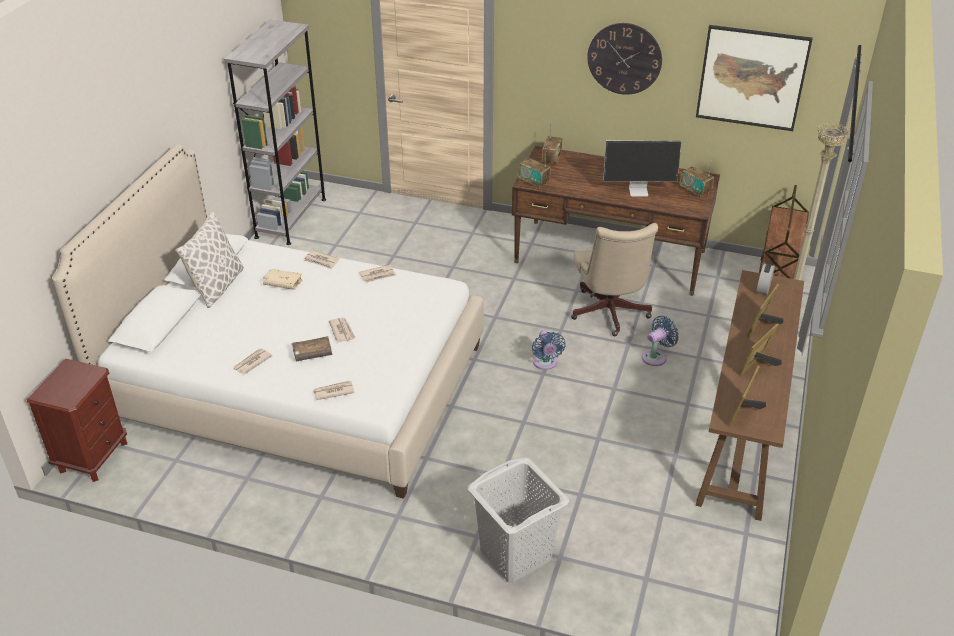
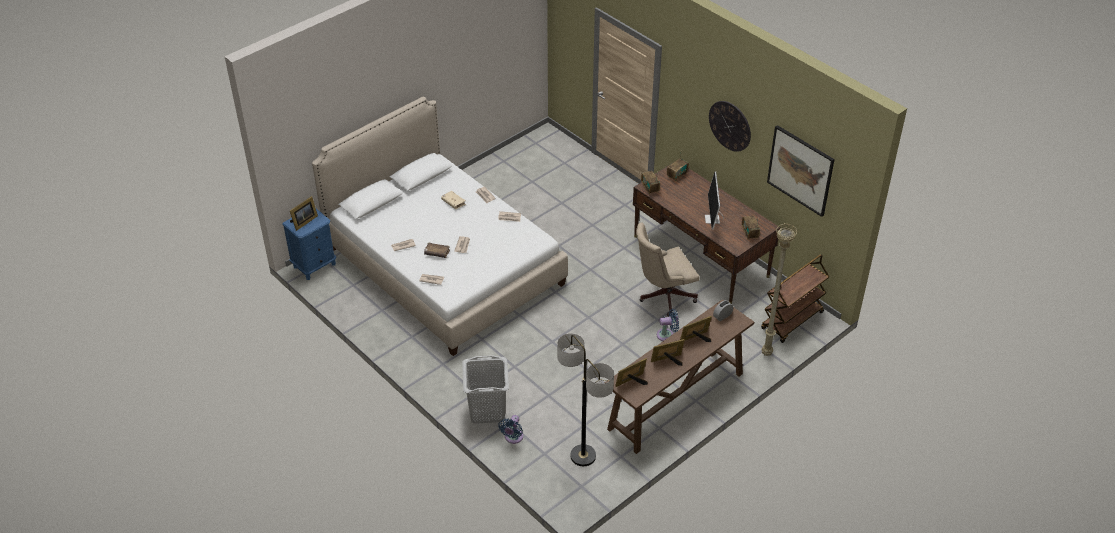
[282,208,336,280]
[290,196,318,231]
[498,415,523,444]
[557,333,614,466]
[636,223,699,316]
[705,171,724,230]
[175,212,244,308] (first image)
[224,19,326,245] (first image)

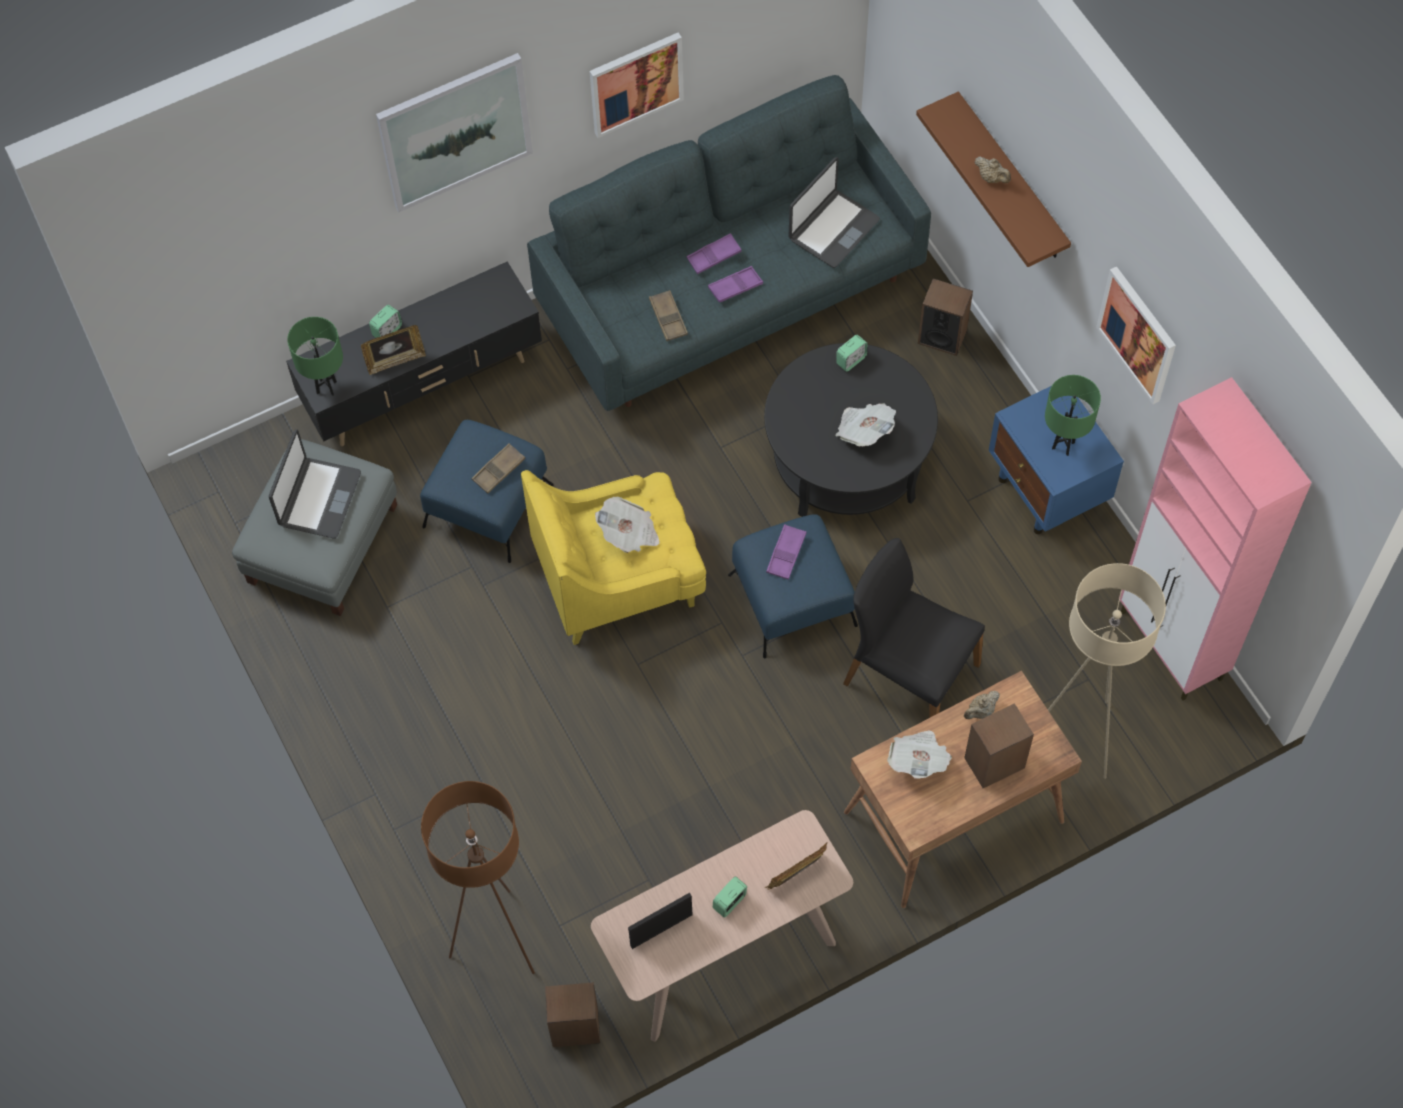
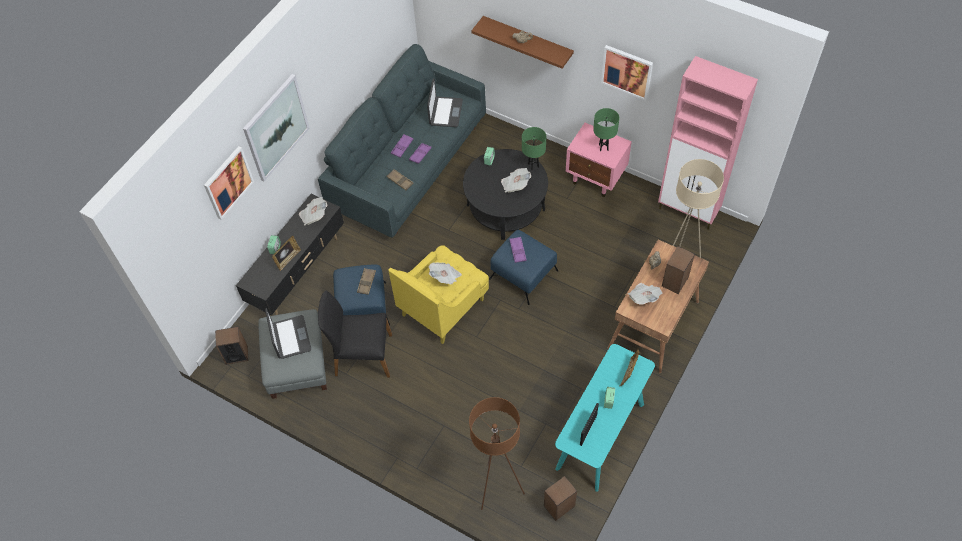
[204,146,254,220]
[215,327,249,365]
[299,197,327,225]
[318,291,392,378]
[522,127,547,170]
[555,344,655,492]
[566,123,632,197]

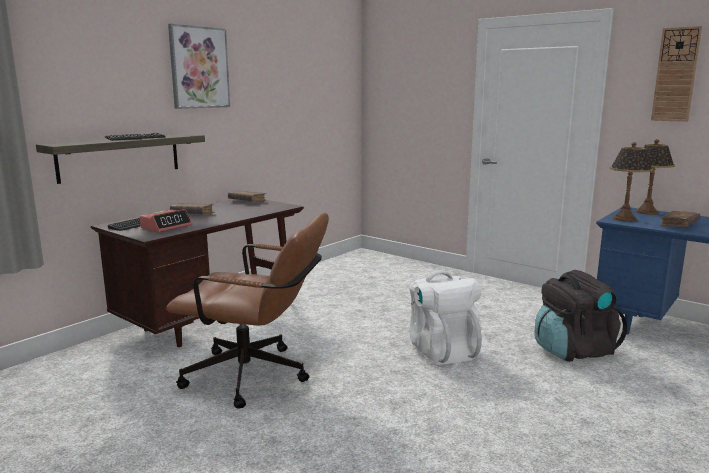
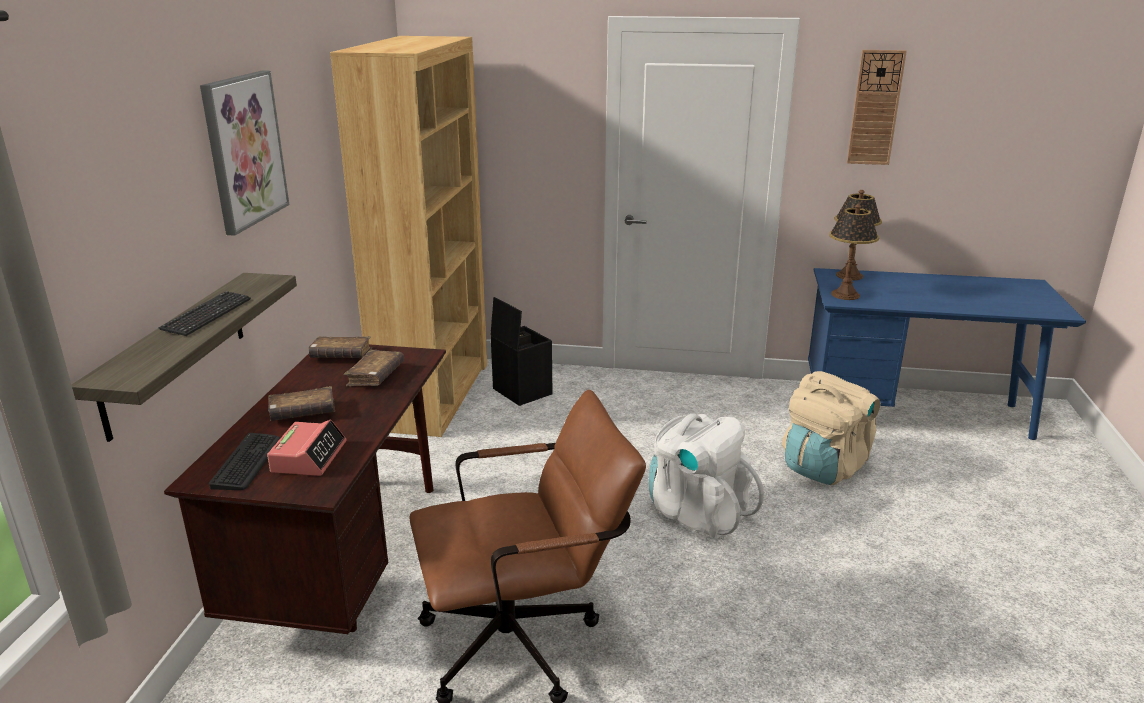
[330,36,487,437]
[344,350,404,386]
[491,297,552,406]
[782,371,880,485]

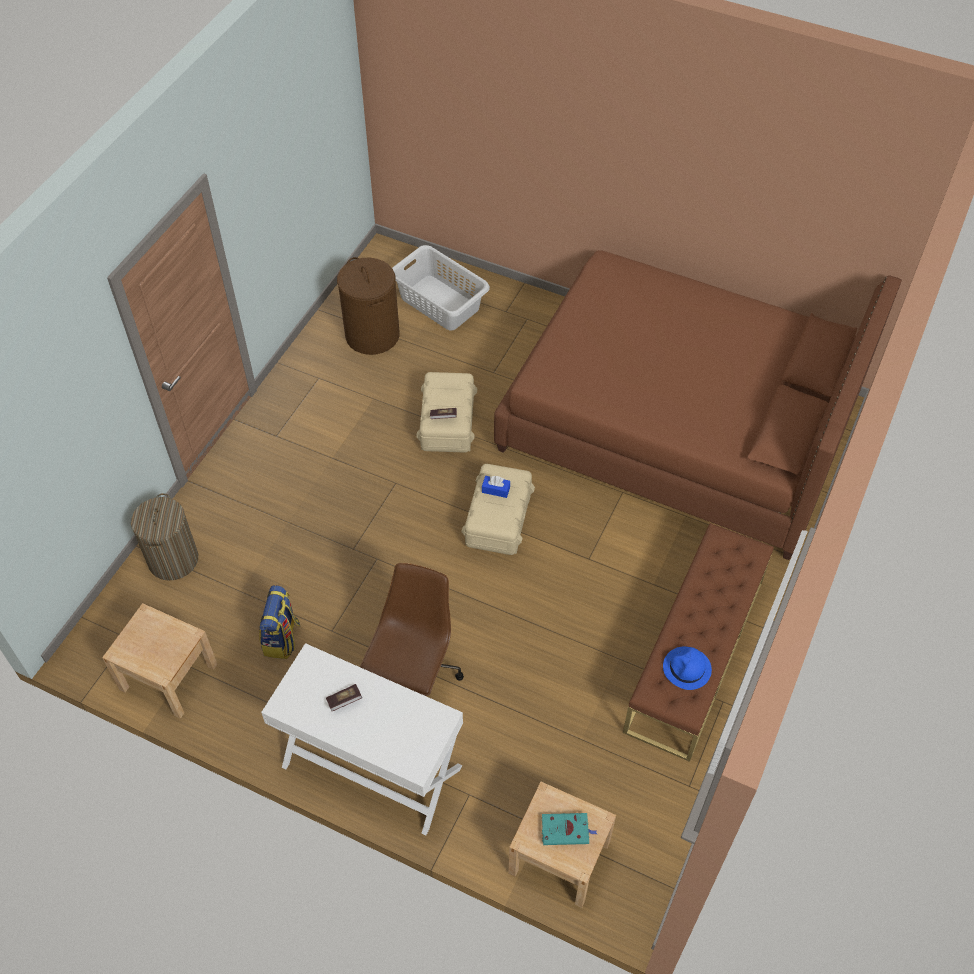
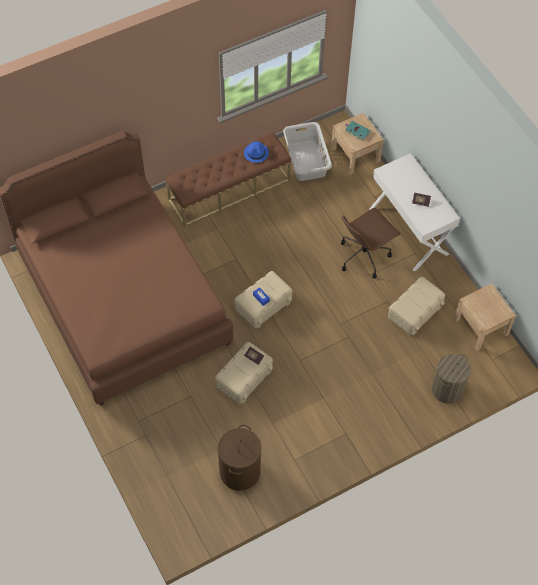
[283,122,332,181]
[388,277,445,336]

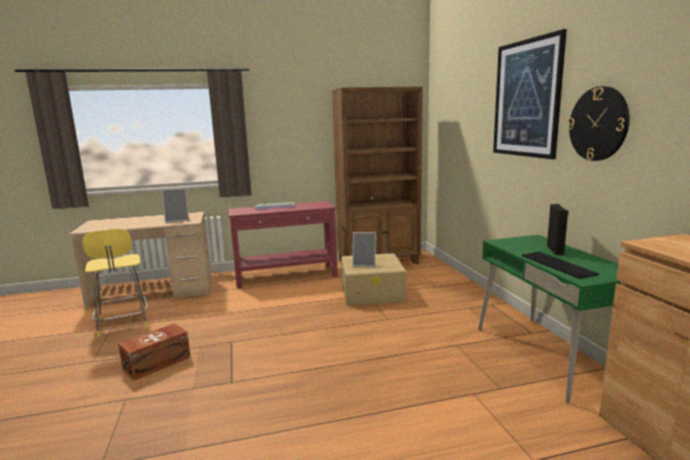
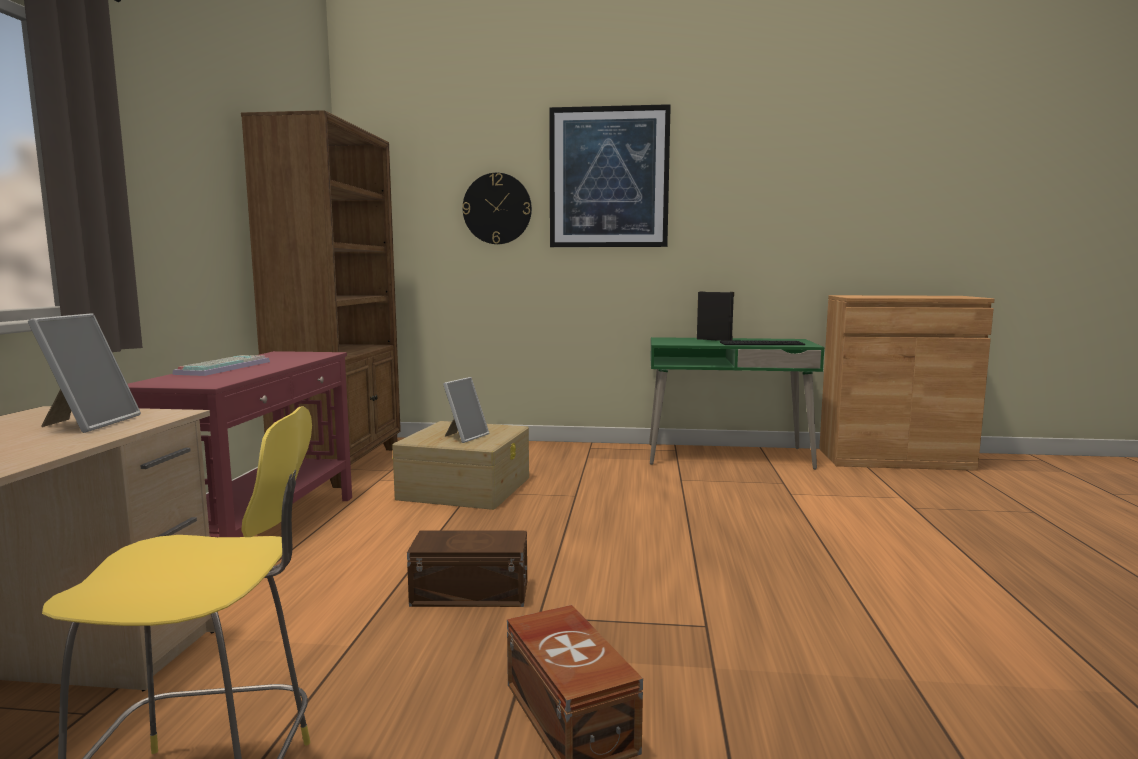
[407,530,527,607]
[463,173,532,244]

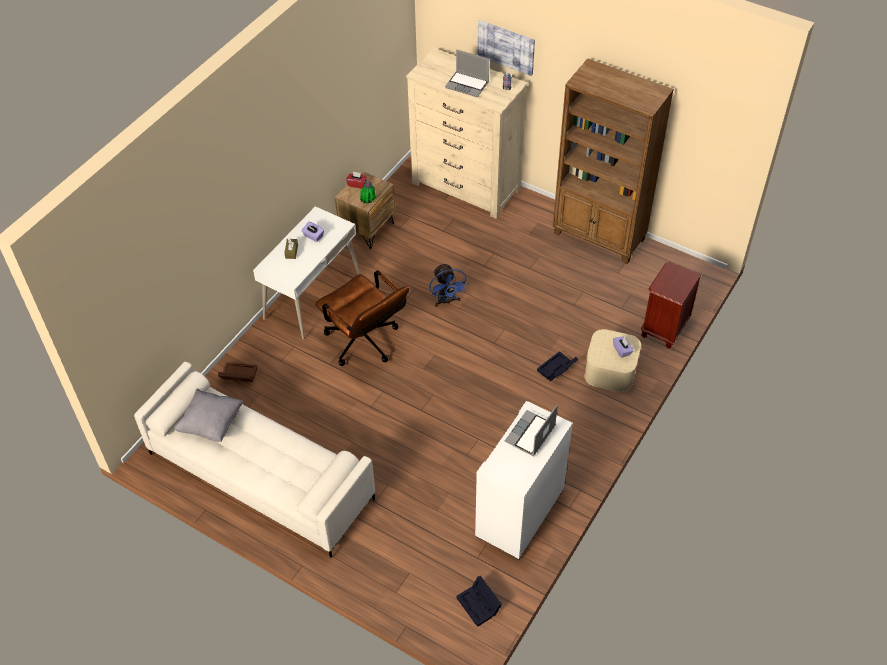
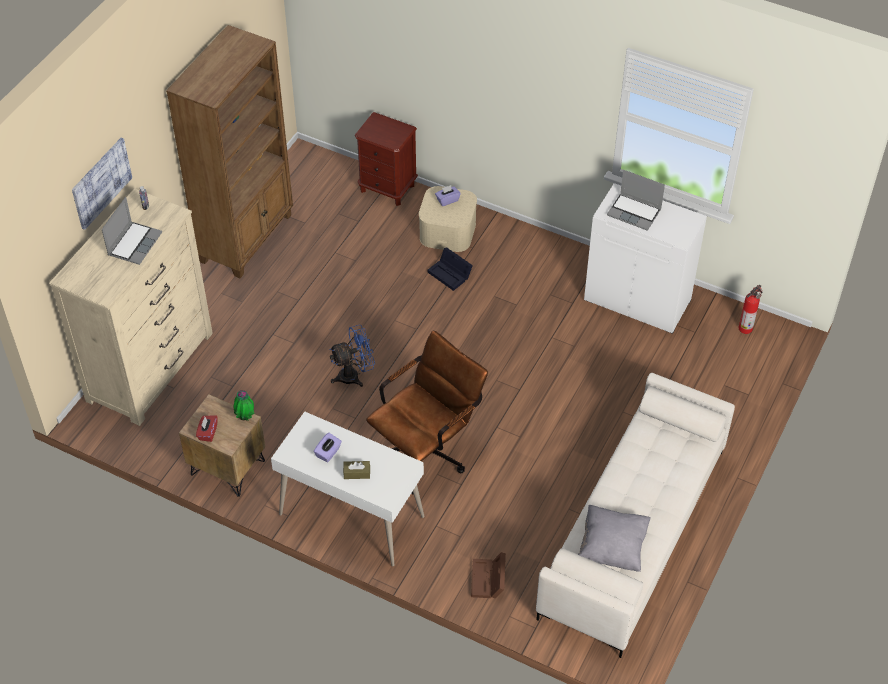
[739,285,762,334]

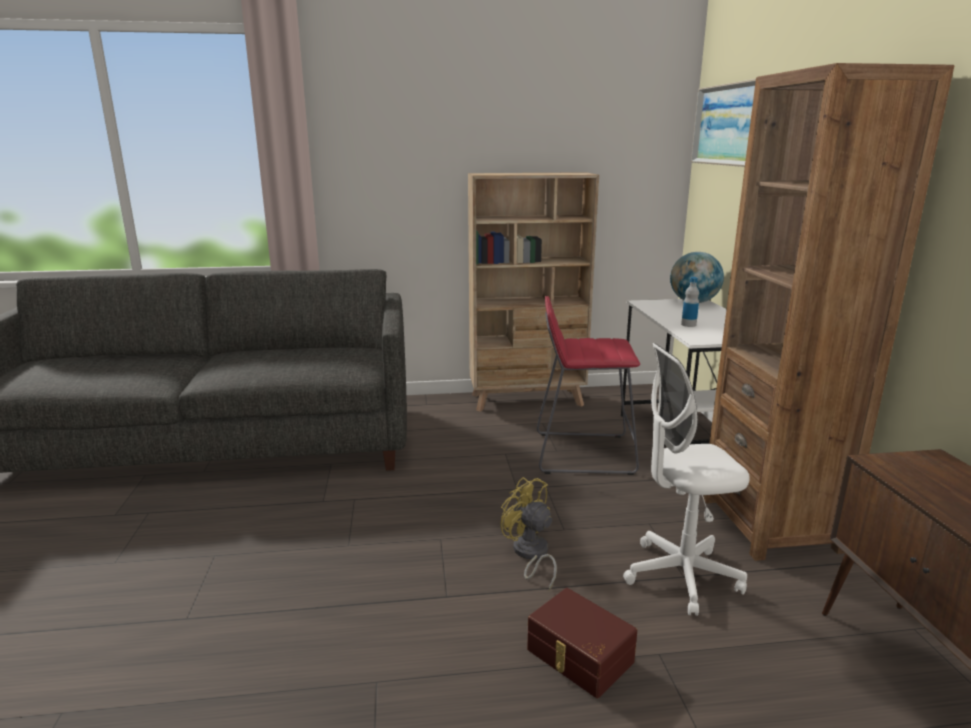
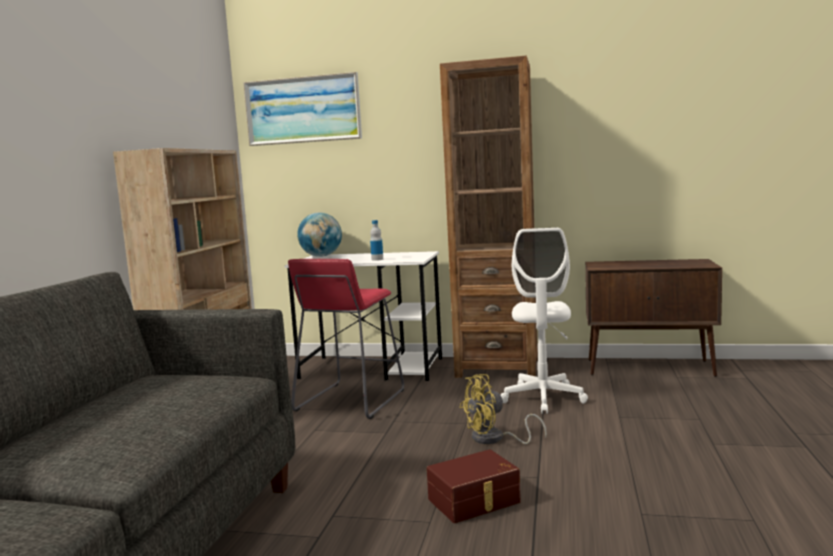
[427,449,521,523]

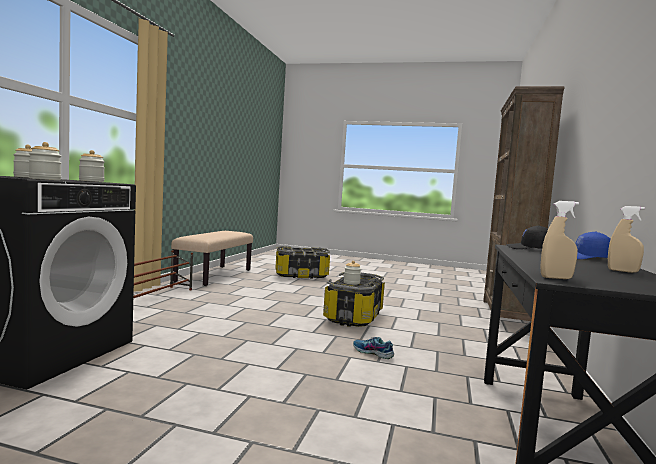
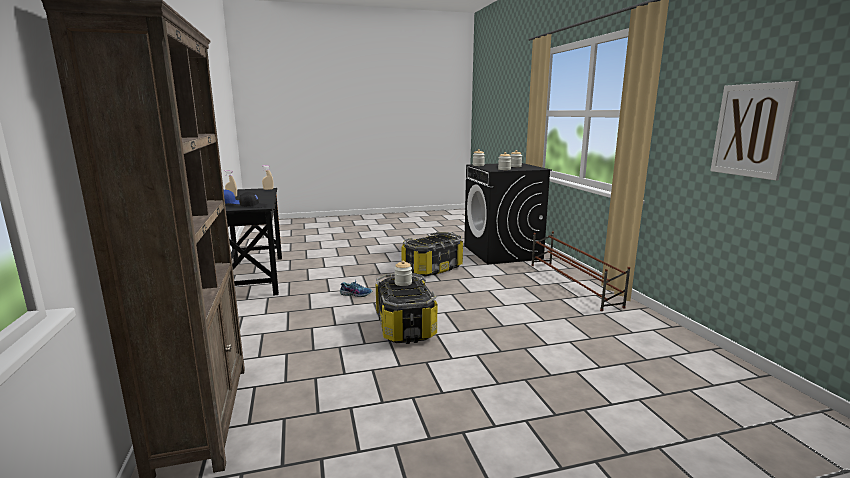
[401,232,463,277]
[710,81,799,180]
[171,231,253,286] (first image)

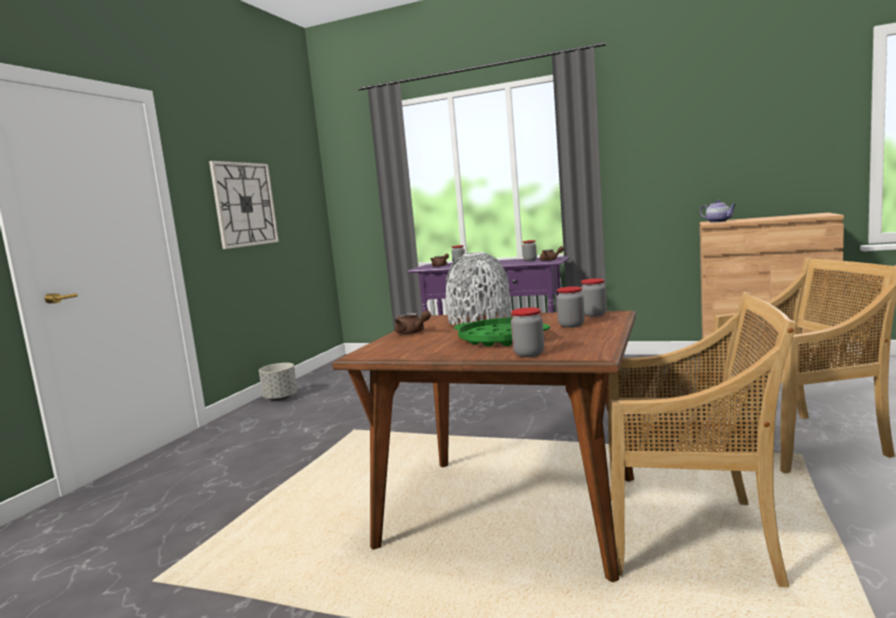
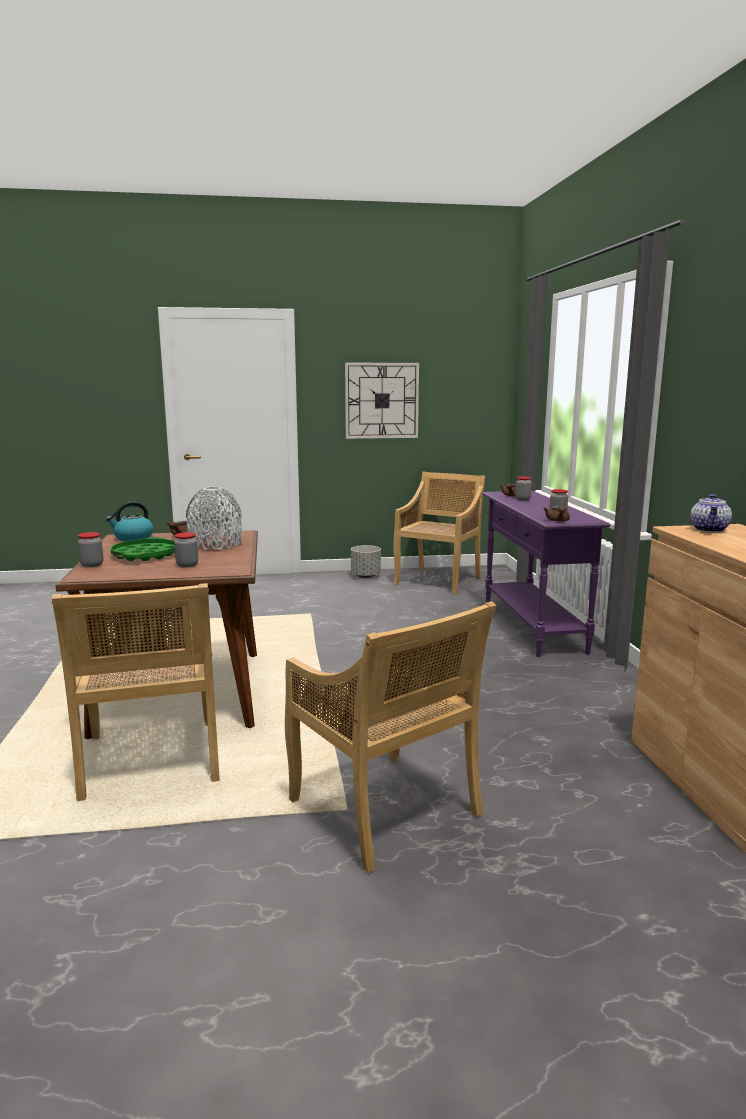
[106,501,154,541]
[393,472,485,594]
[581,278,607,317] (first image)

